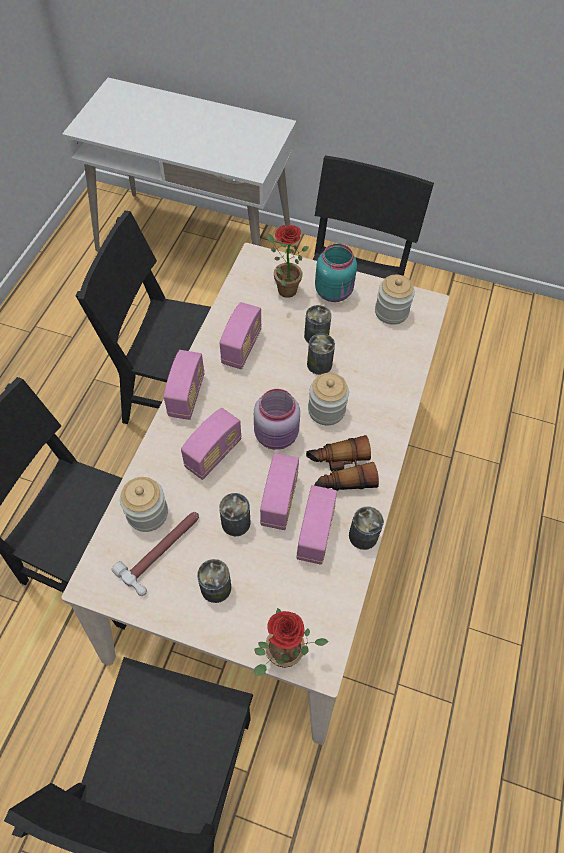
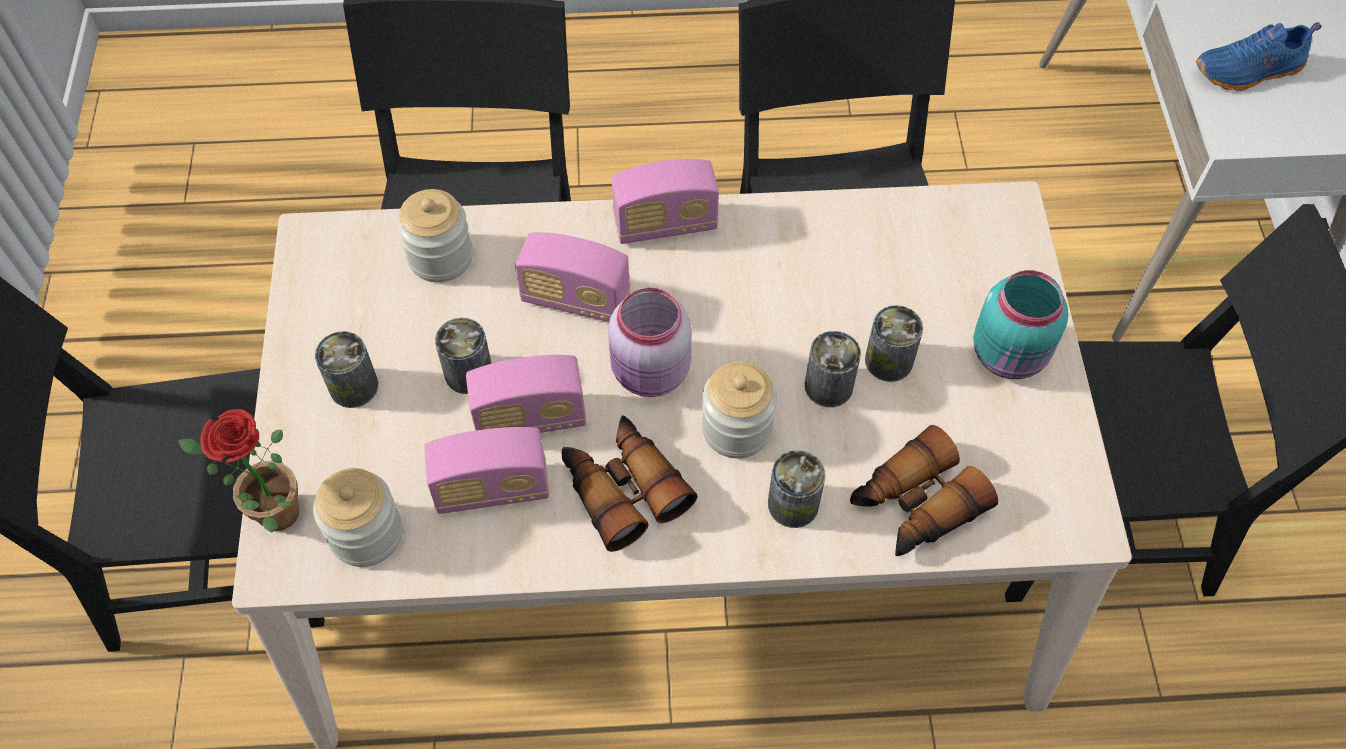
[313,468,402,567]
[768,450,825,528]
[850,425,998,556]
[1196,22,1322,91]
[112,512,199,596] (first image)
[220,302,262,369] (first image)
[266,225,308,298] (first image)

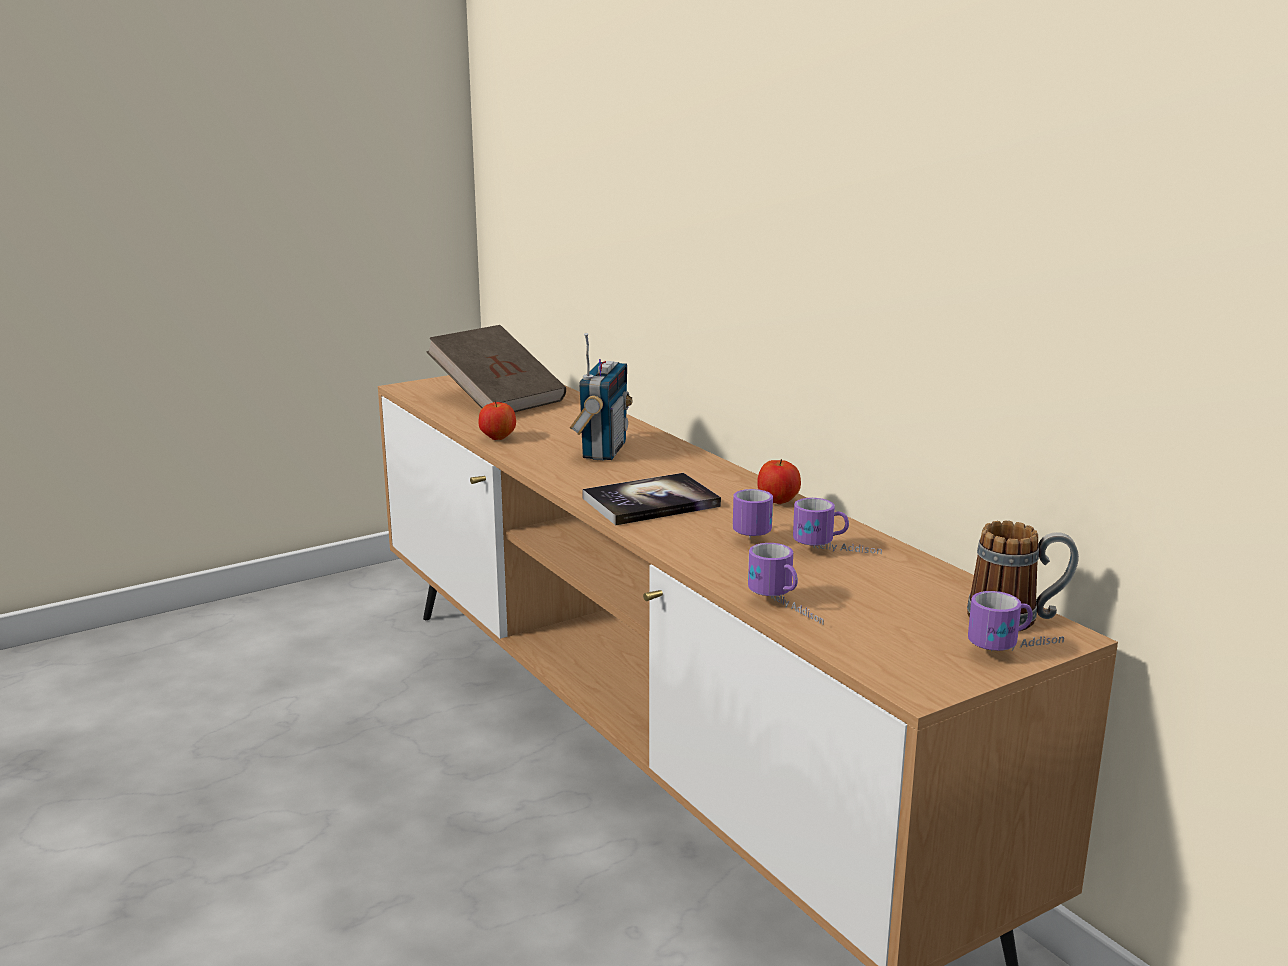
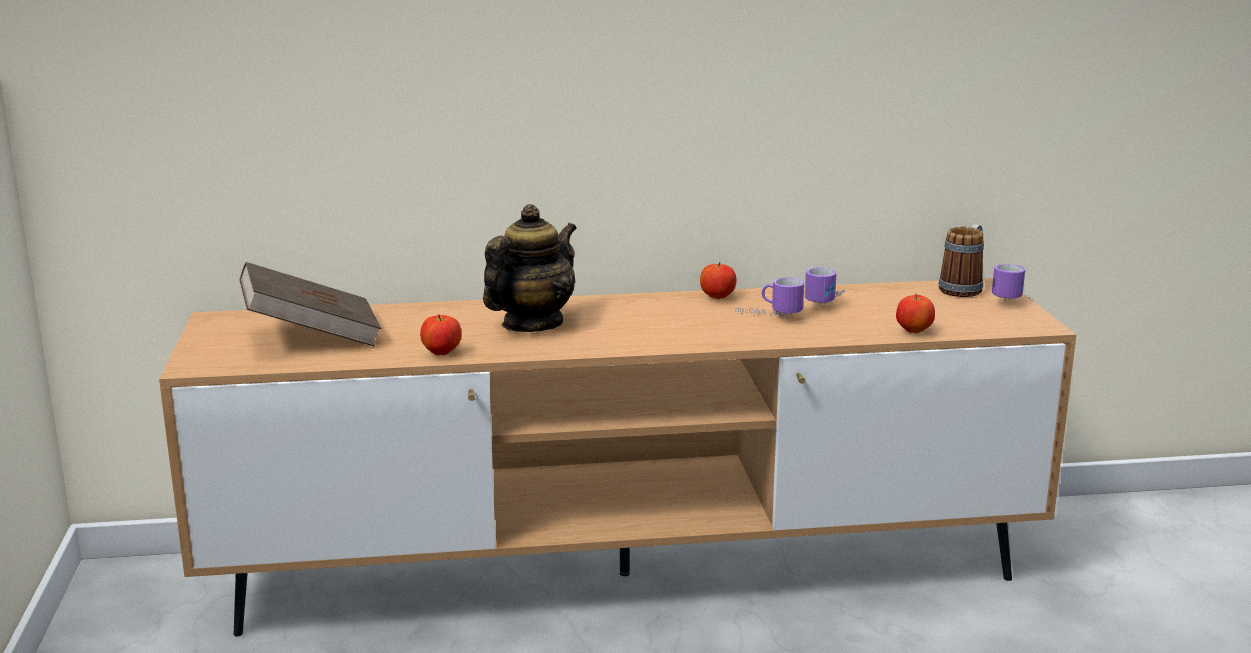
[483,204,577,332]
[896,294,935,334]
[582,473,721,525] (first image)

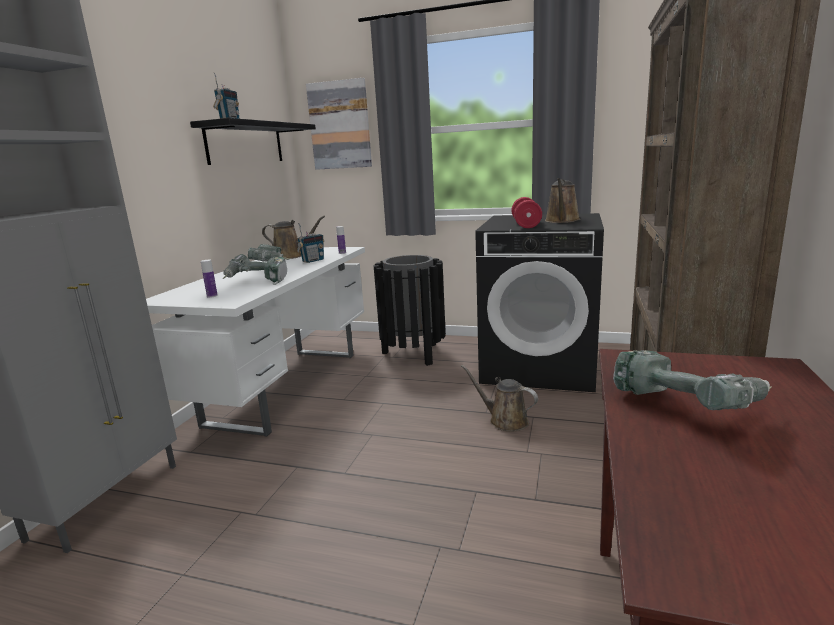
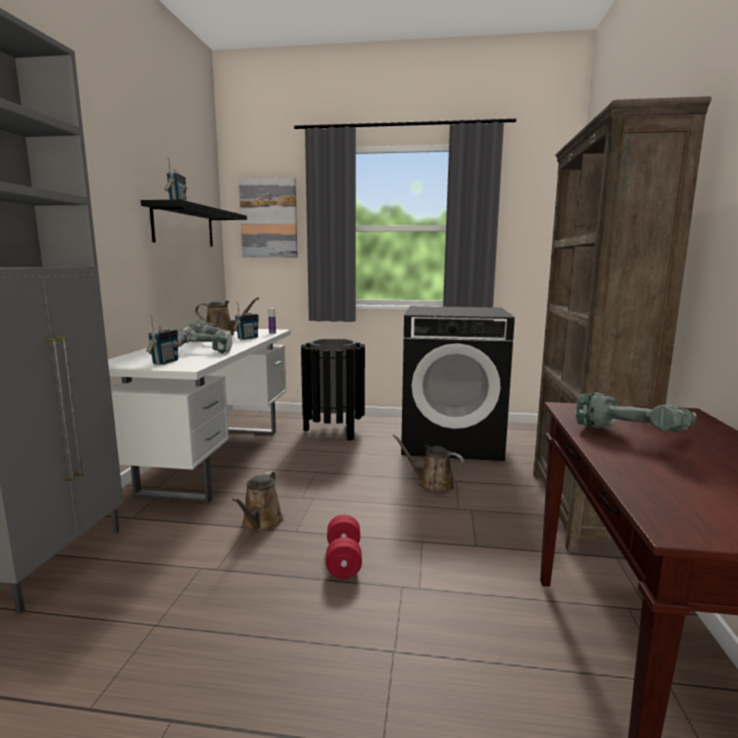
[146,315,179,365]
[232,471,284,531]
[326,515,362,579]

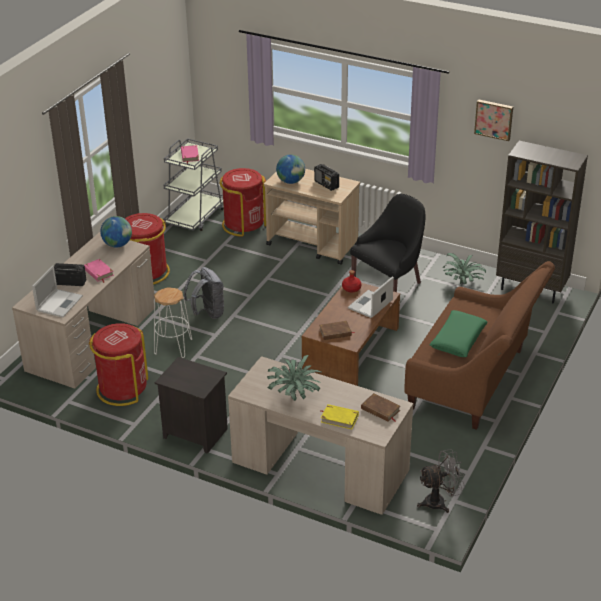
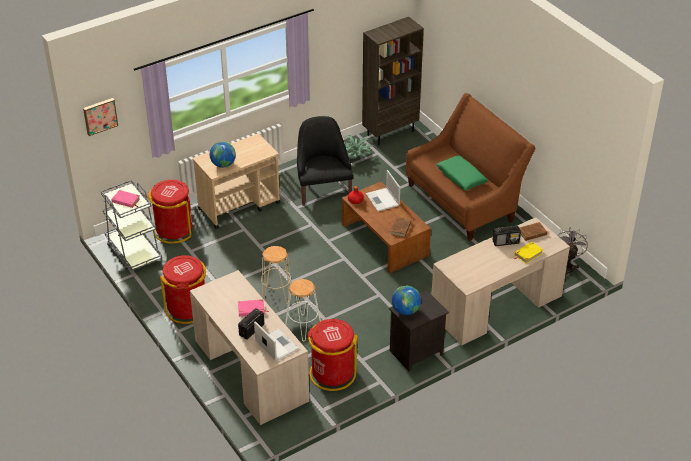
[83,98,118,136]
[261,246,291,304]
[392,286,421,315]
[493,226,521,246]
[267,355,322,401] (first image)

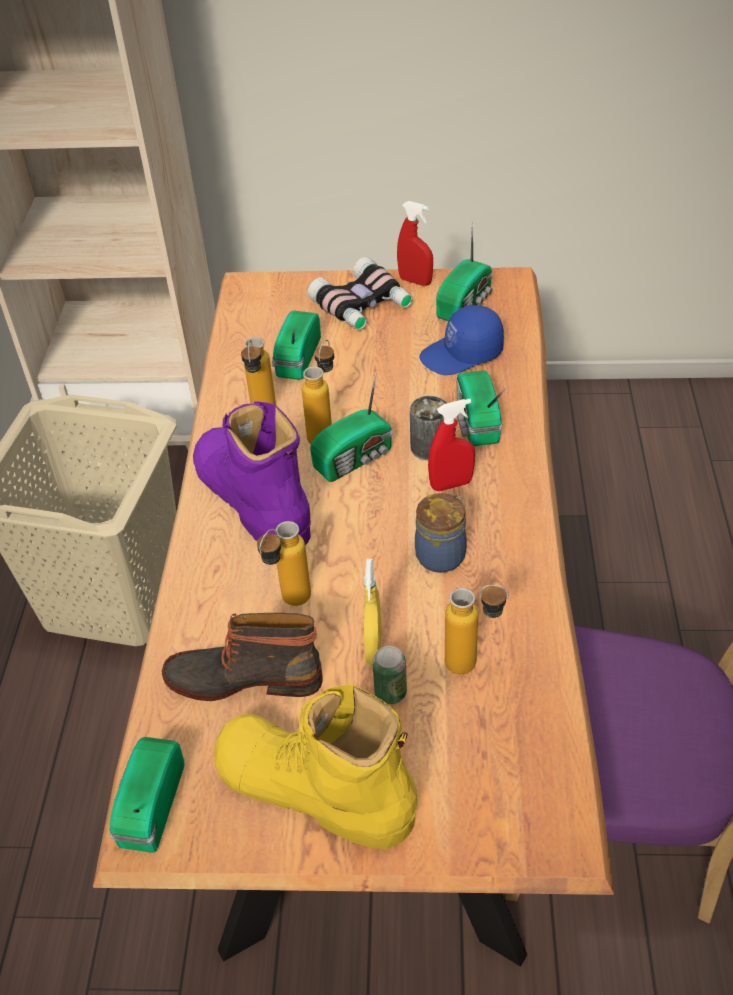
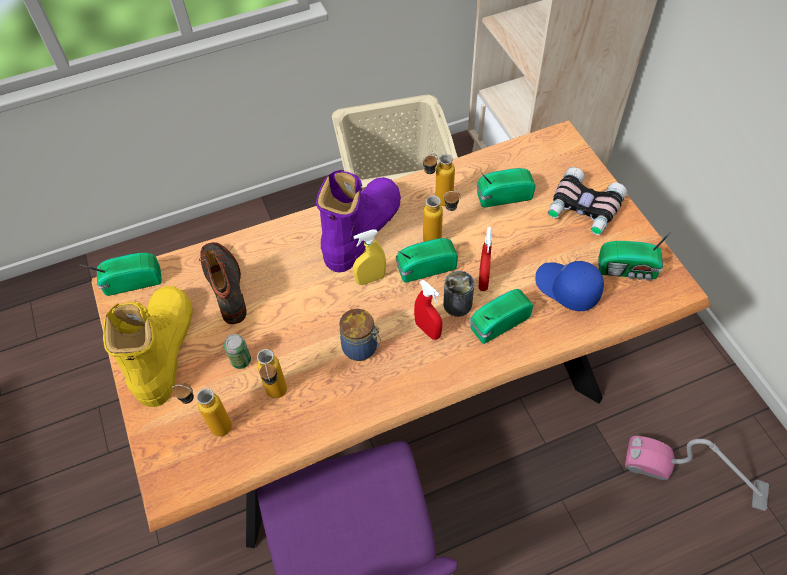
[173,383,232,437]
[353,230,386,285]
[396,238,458,283]
[478,227,492,291]
[625,436,769,511]

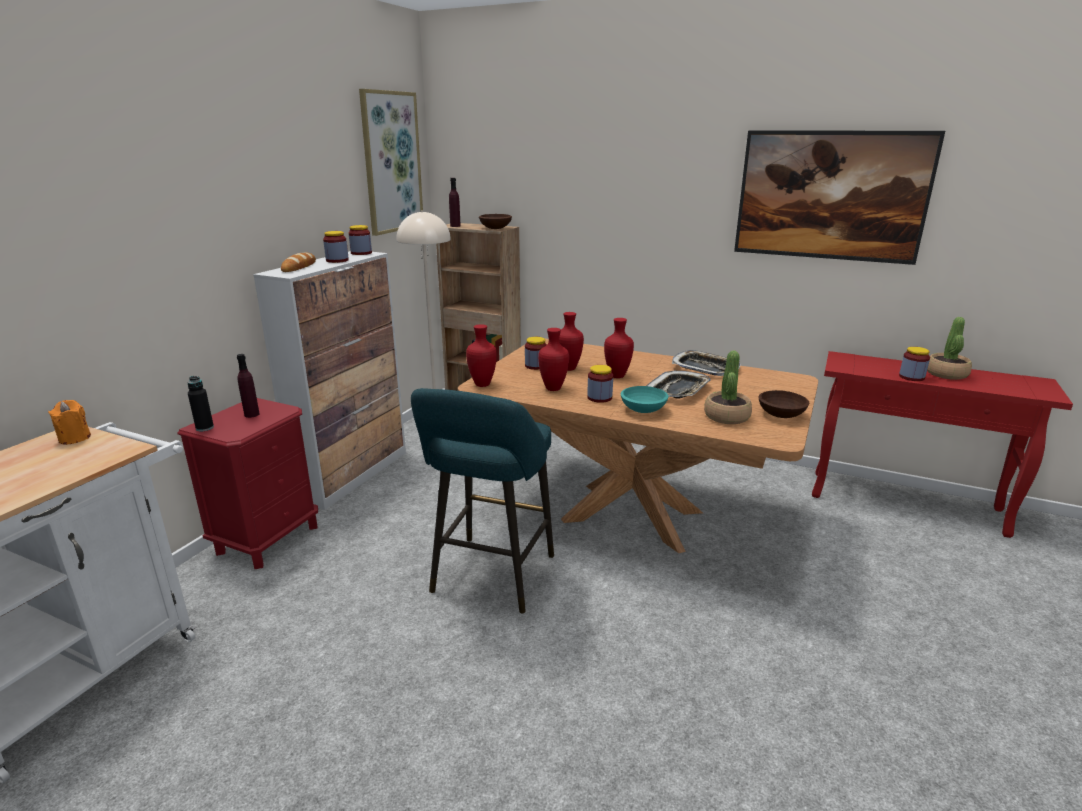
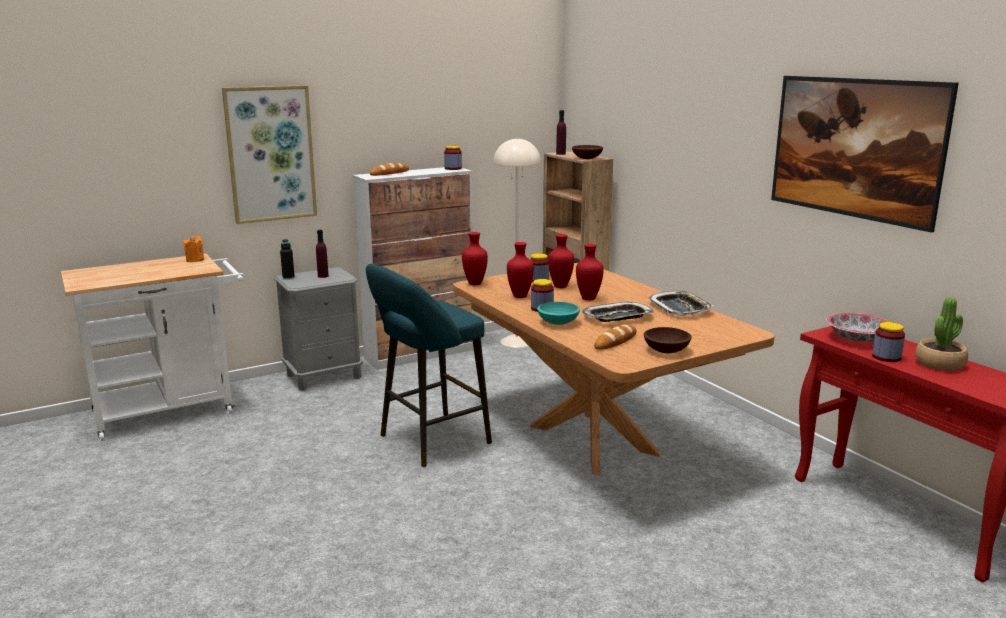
[222,85,317,224]
[274,267,363,391]
[594,325,636,350]
[826,313,889,342]
[323,231,349,263] (first image)

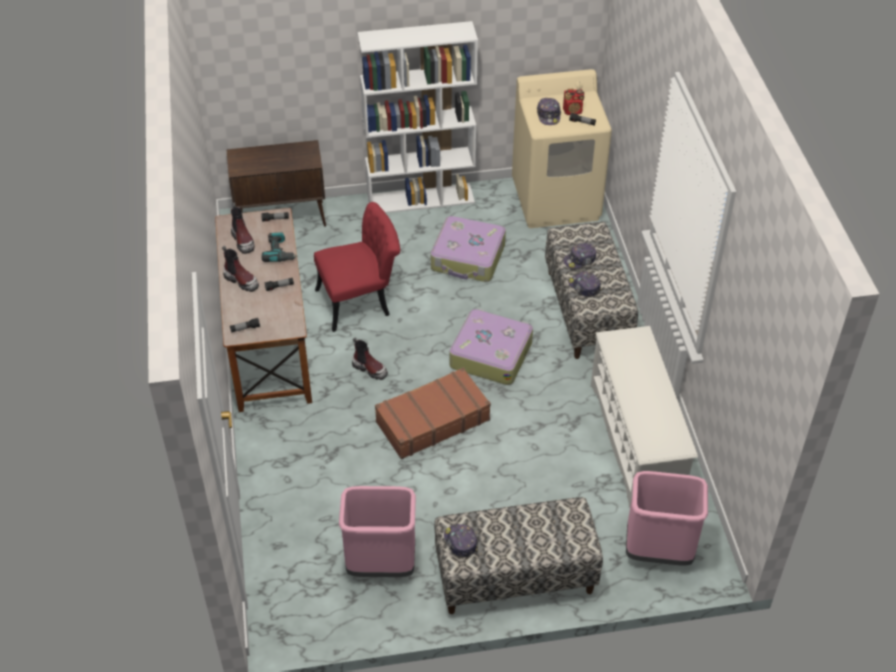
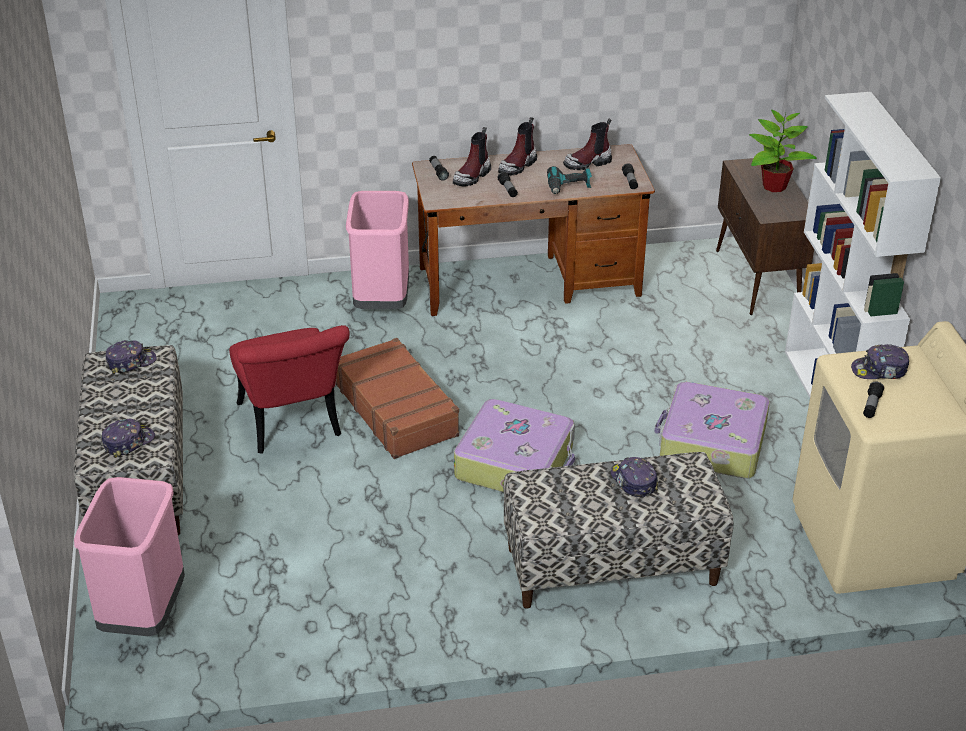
[102,419,155,458]
[229,325,350,454]
[346,191,409,309]
[453,127,491,187]
[749,110,817,192]
[563,89,584,115] (first image)
[591,326,698,507] (first image)

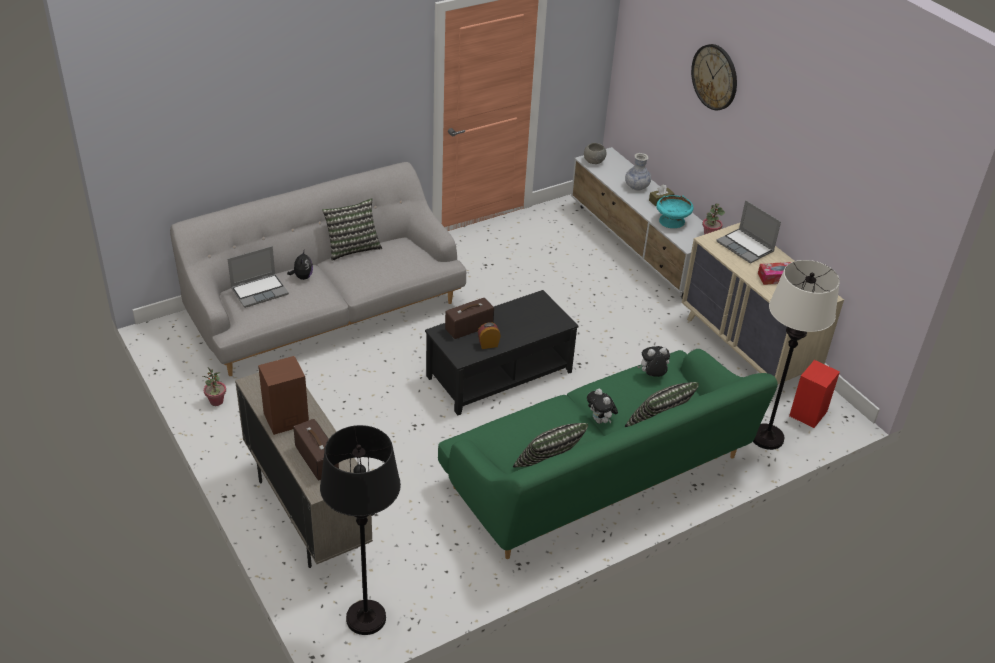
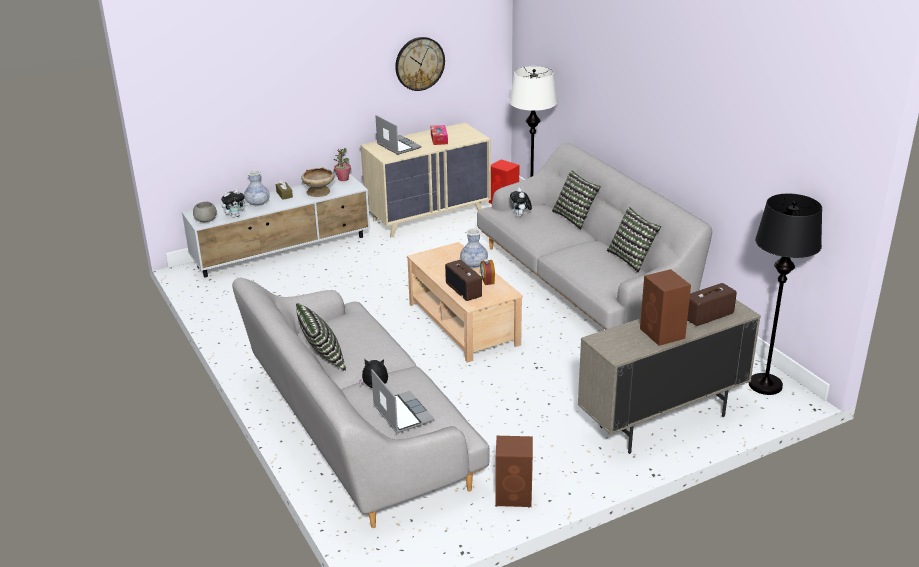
[221,189,248,218]
[301,167,335,197]
[375,115,421,155]
[395,37,445,91]
[407,242,523,363]
[460,229,488,269]
[477,143,712,330]
[496,436,533,507]

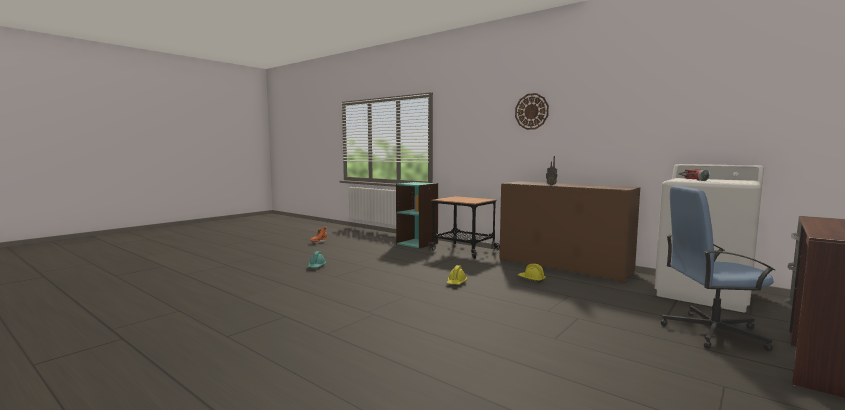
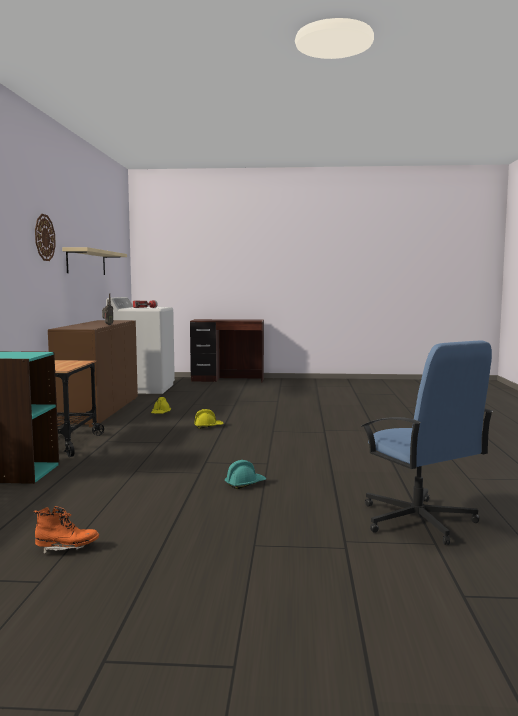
[62,247,127,275]
[362,341,493,545]

